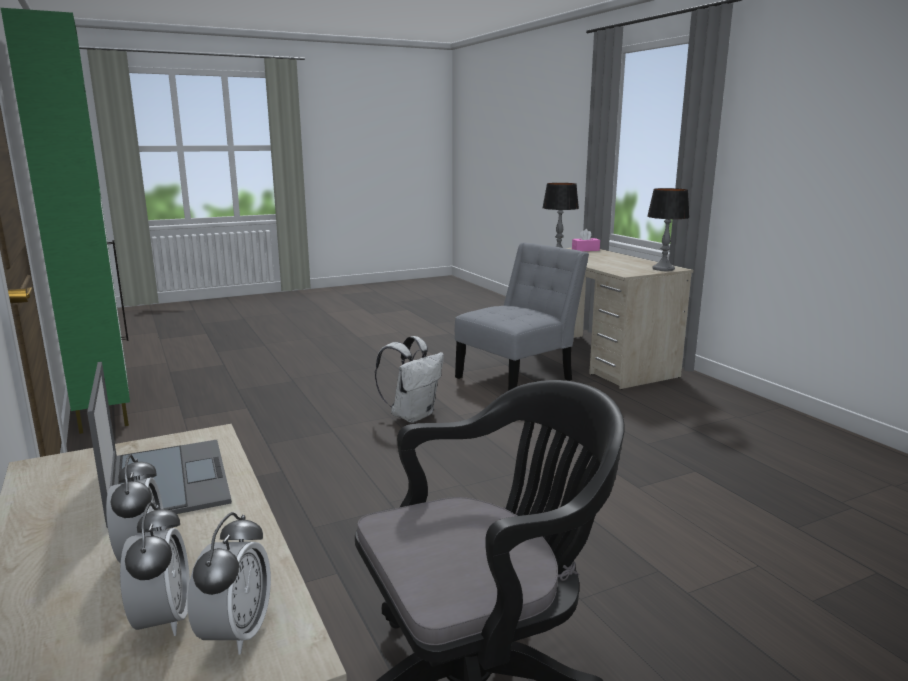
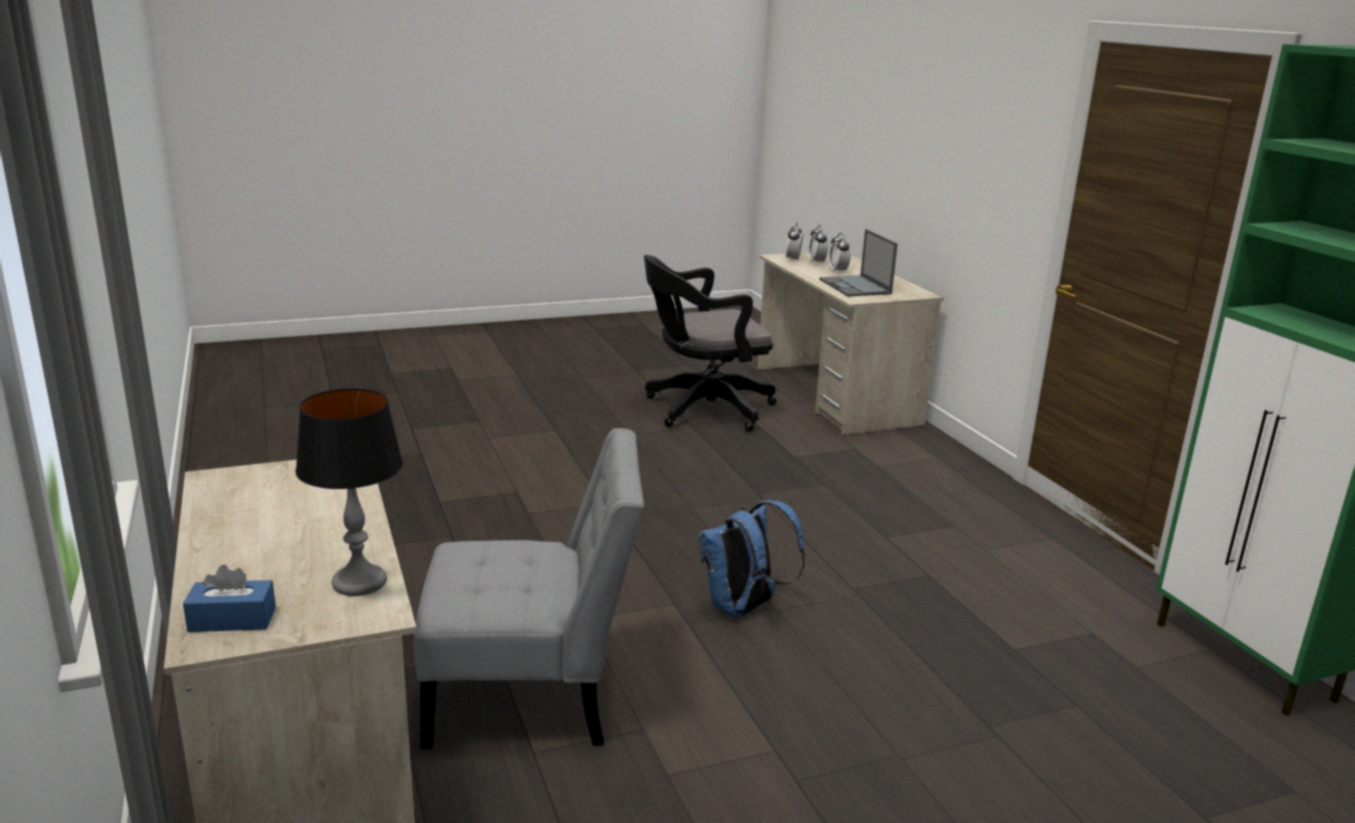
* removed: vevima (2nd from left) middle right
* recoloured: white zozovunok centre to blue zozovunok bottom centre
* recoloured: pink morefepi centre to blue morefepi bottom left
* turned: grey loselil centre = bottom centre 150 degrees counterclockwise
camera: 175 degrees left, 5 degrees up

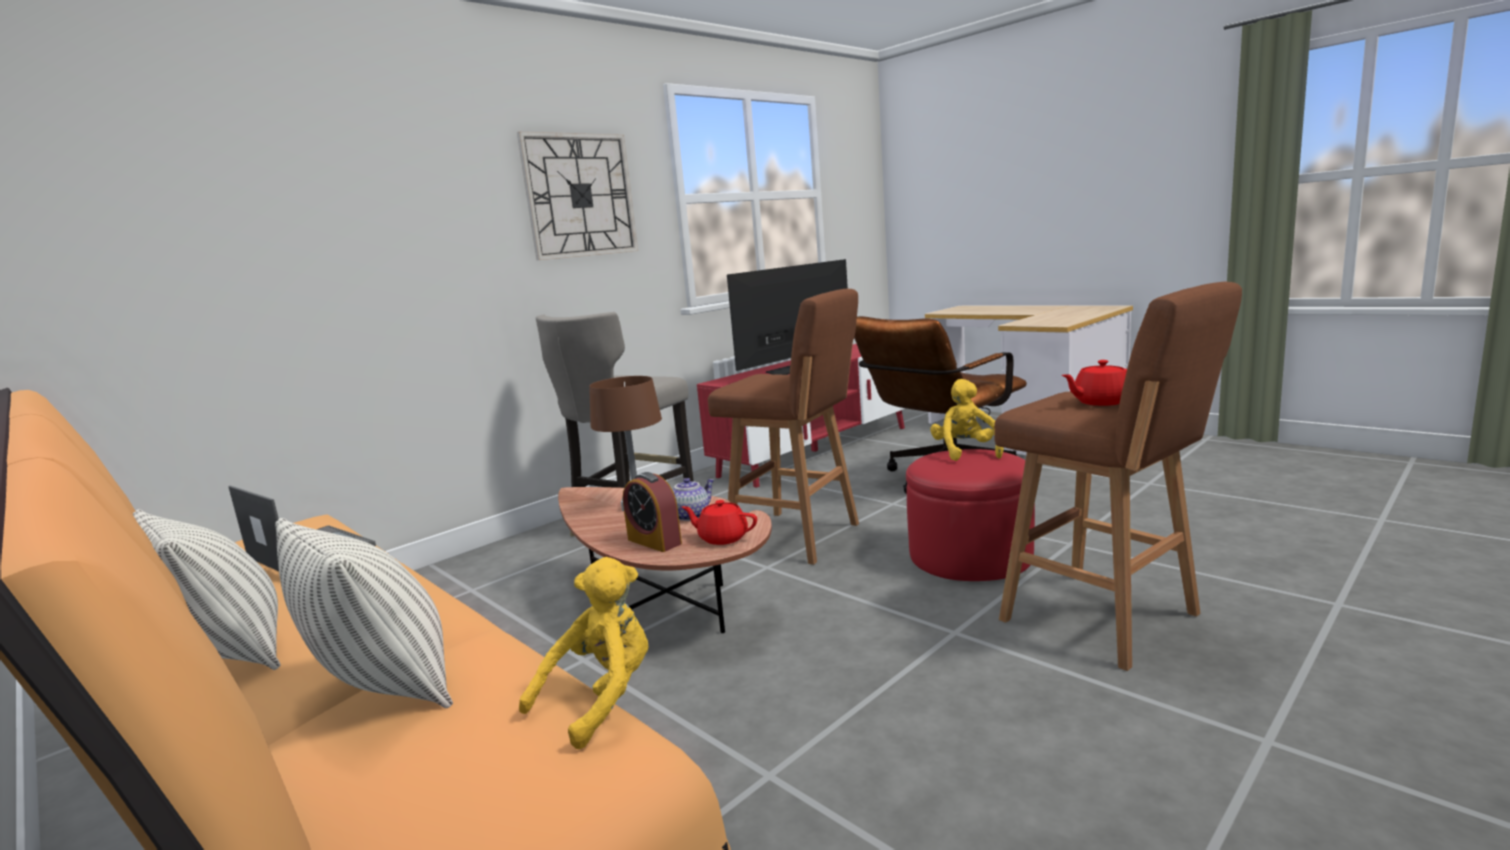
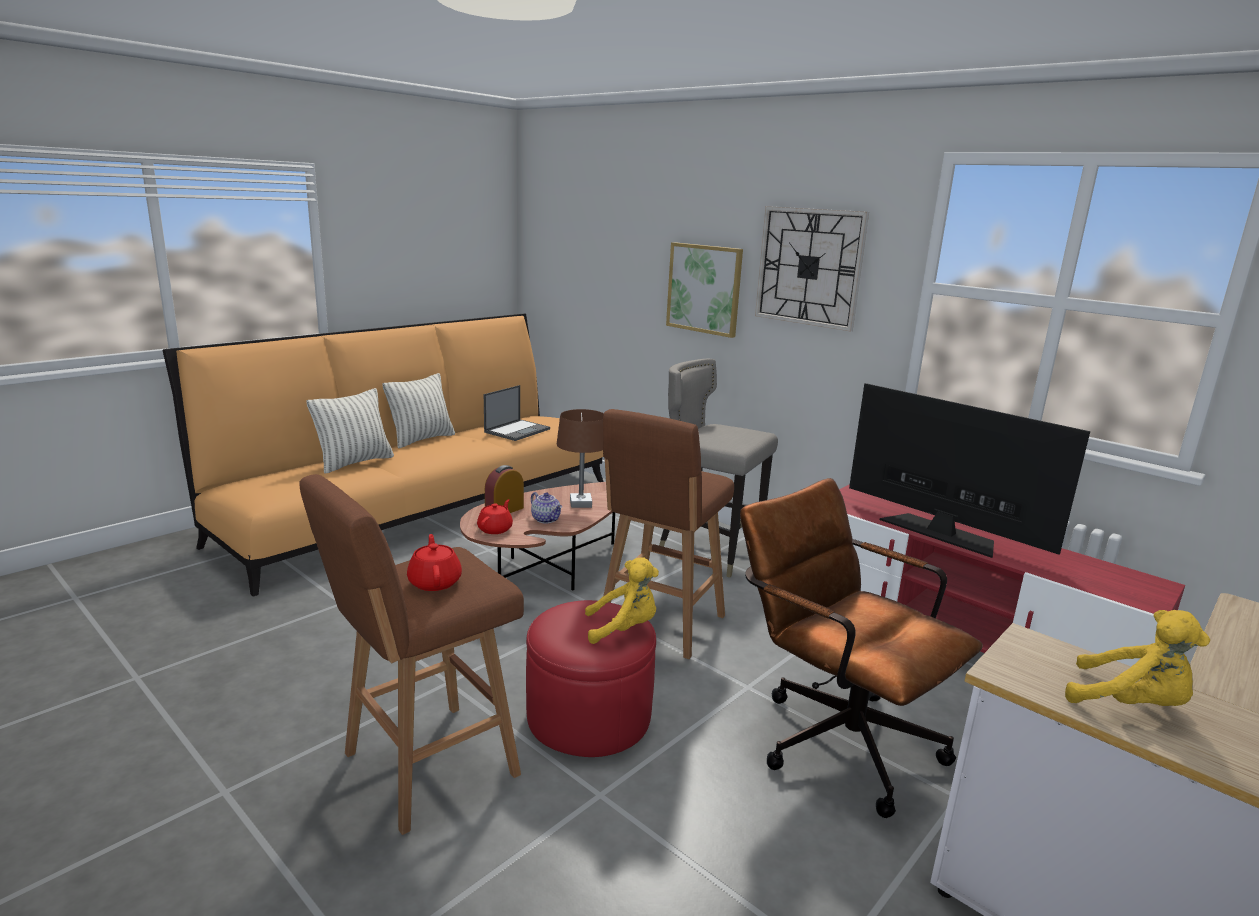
* added: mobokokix top centre
* moved: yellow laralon (1st from left in the first image) bottom centre to yellow laralon (2nd from left) bottom right
camera: 85 degrees right, 5 degrees up

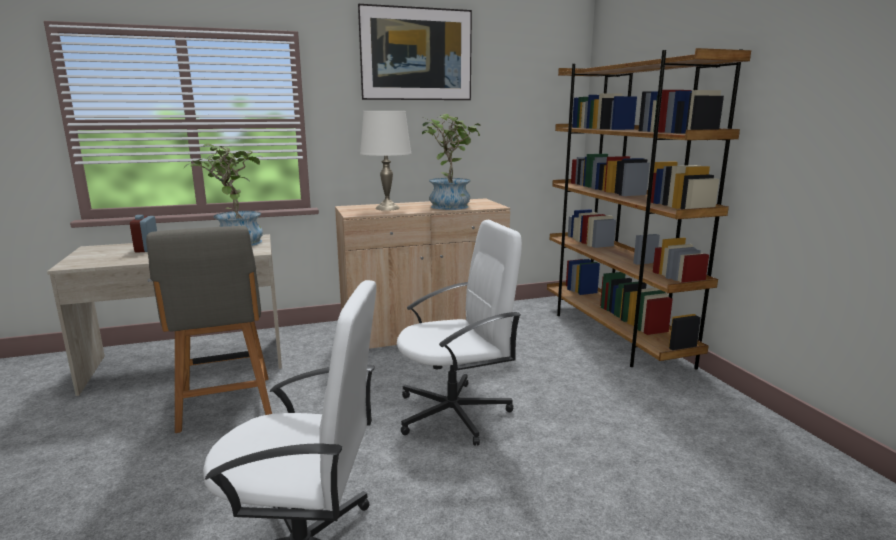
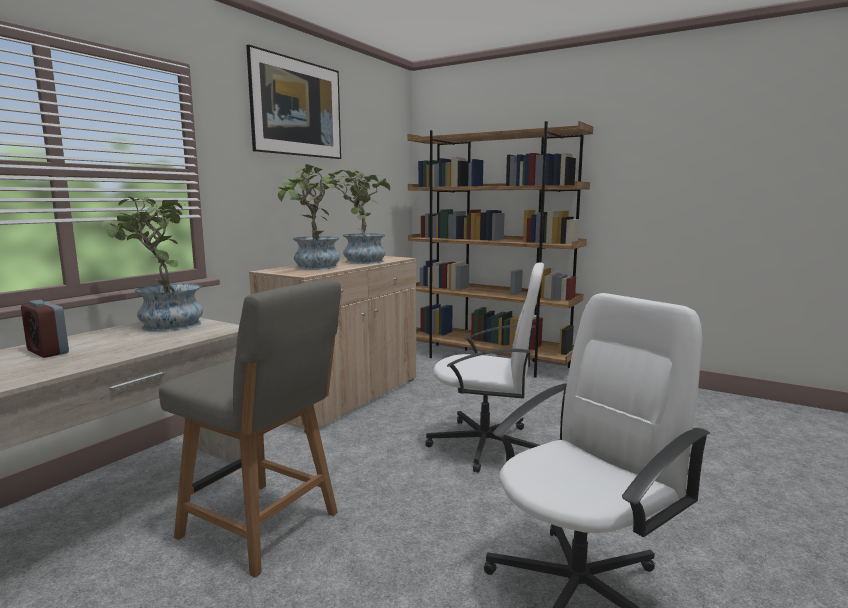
* replaced: white vevima top centre to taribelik (2nd from left) centre
* turned: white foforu (2nd from left in the first image) centre = centre 75 degrees clockwise
camera: 40 degrees left, 5 degrees down

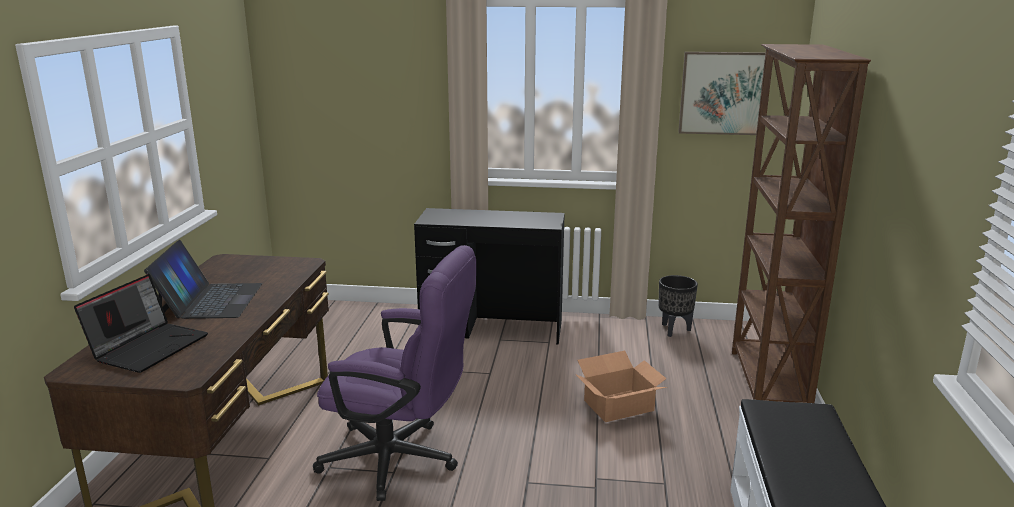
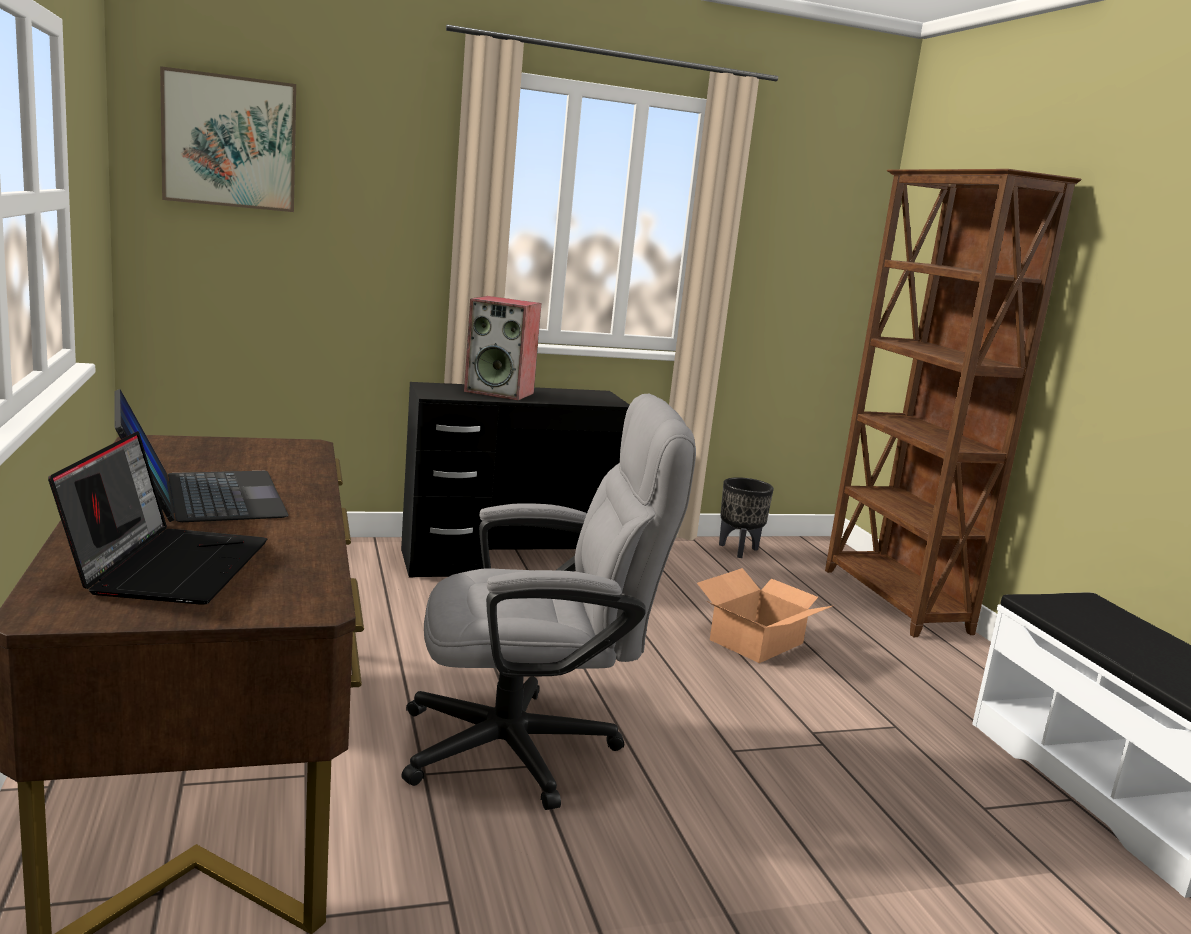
* added: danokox centre
* moved: mobokokix top right to top left
* recoloured: purple foforu bottom centre to grey foforu centre
camera: 25 degrees left, 5 degrees down

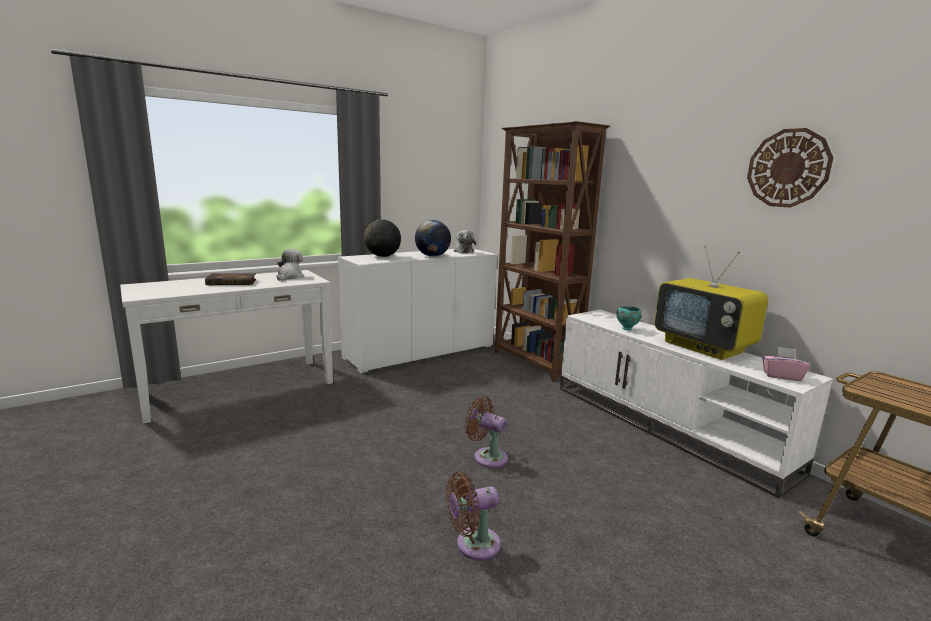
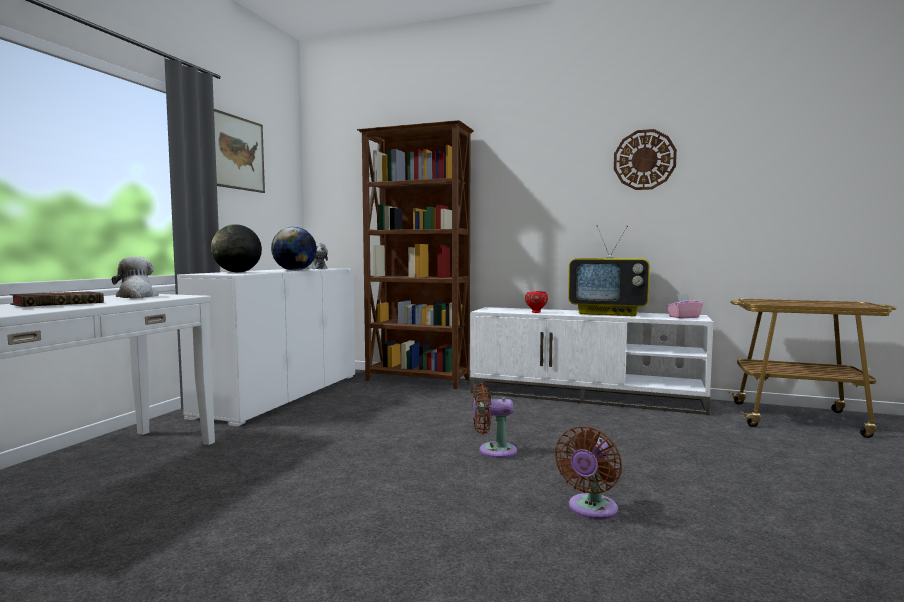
* added: mobokokix top left
* recoloured: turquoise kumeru middle right to red kumeru centre
camera: 35 degrees left, 10 degrees down

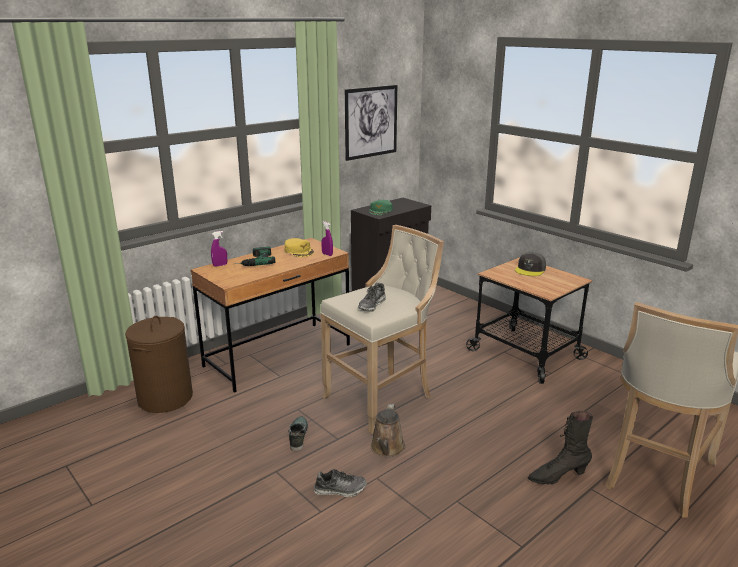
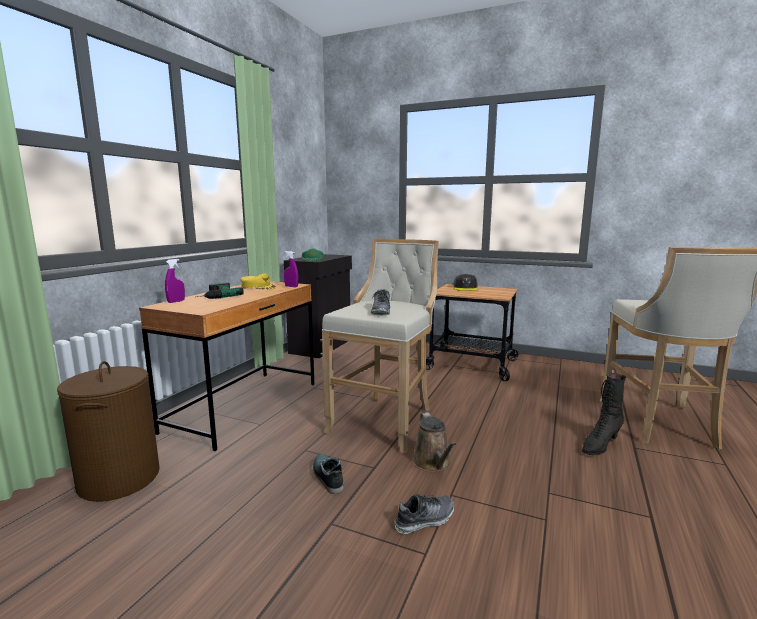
* removed: mobokokix top centre
camera: 25 degrees left, 10 degrees down

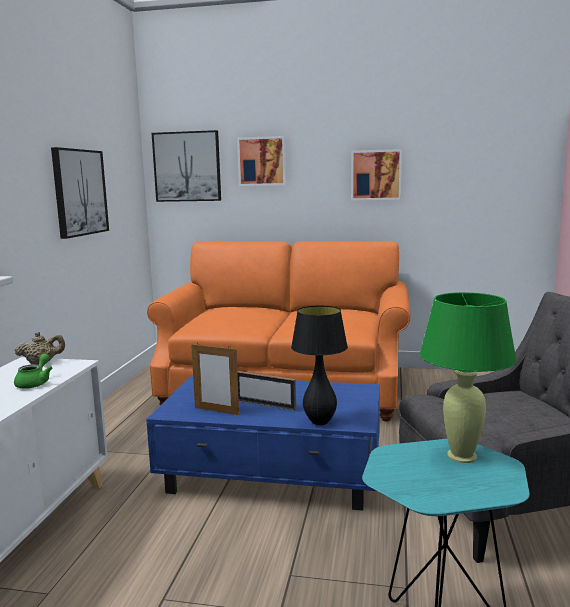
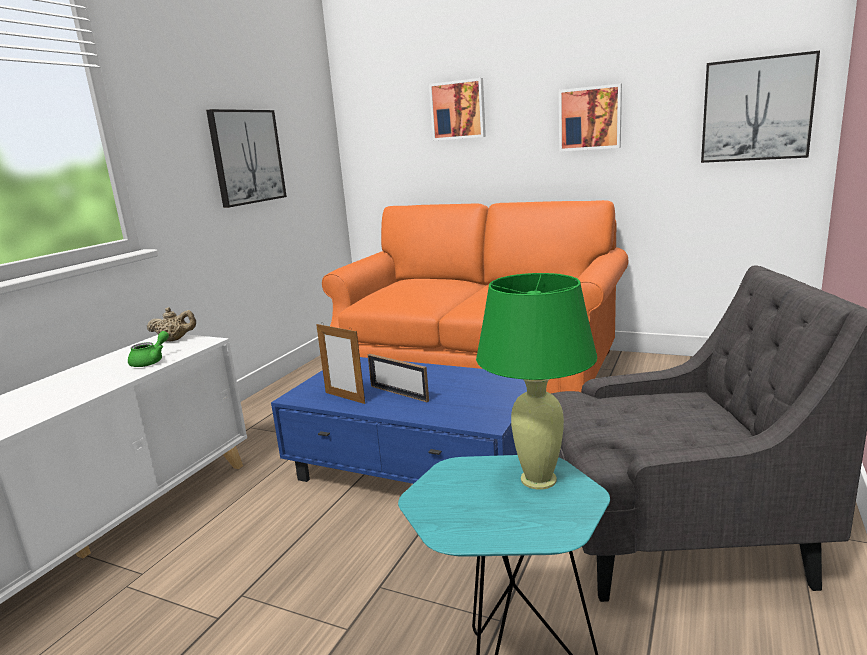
* removed: black vevima centre
* moved: mobokokix (2nd from left in the first image) top left to mobokokix (4th from left) top right
camera: 15 degrees right, 5 degrees up

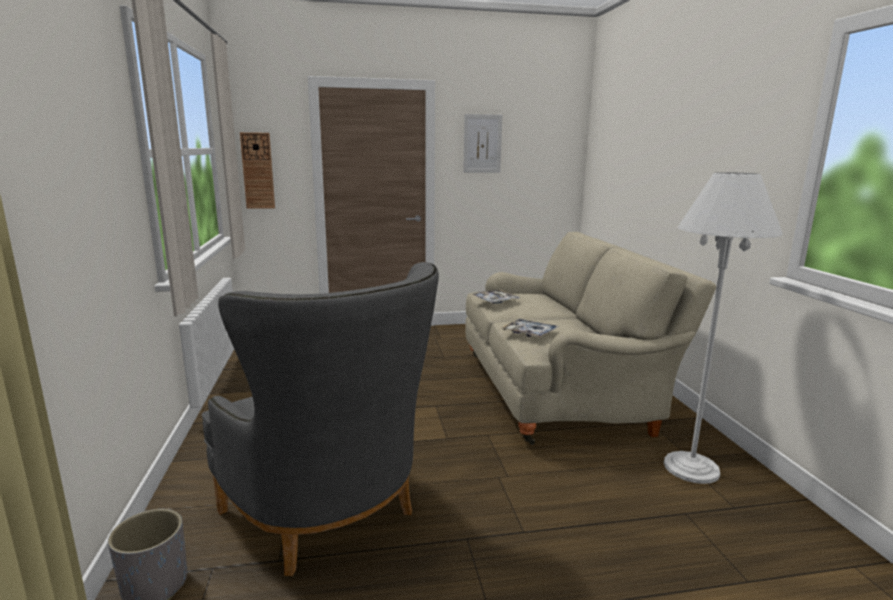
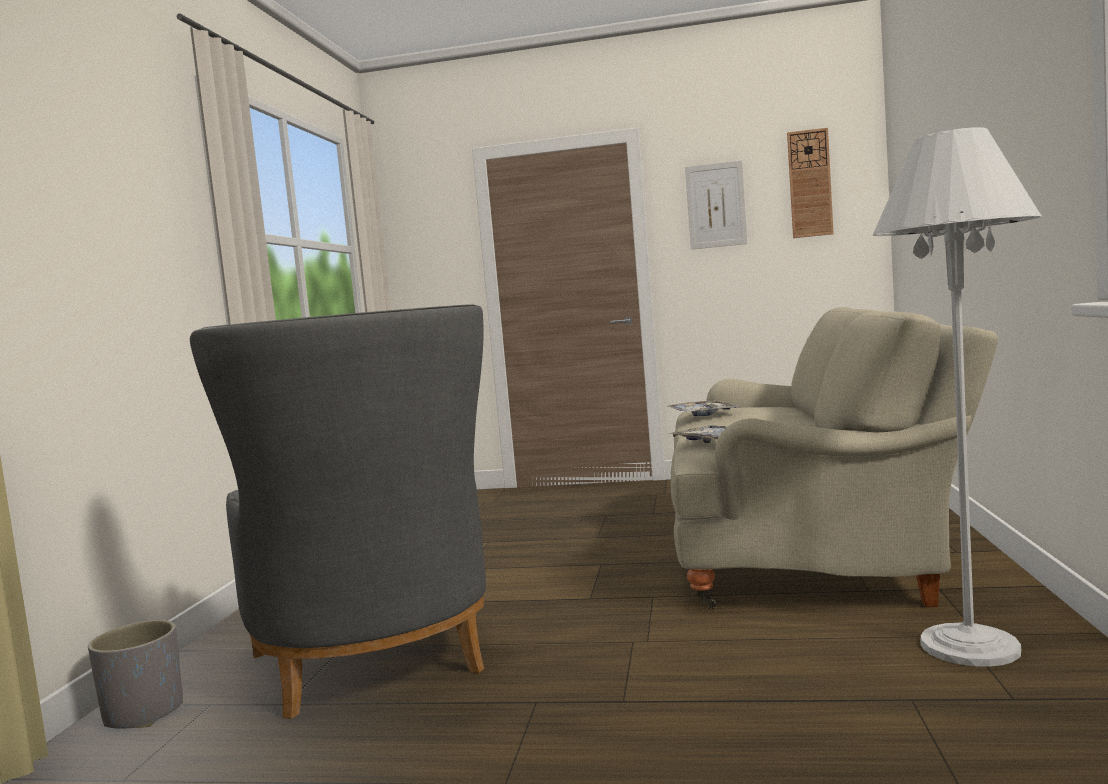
* moved: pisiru top left to top right
camera: 20 degrees right, 10 degrees down

